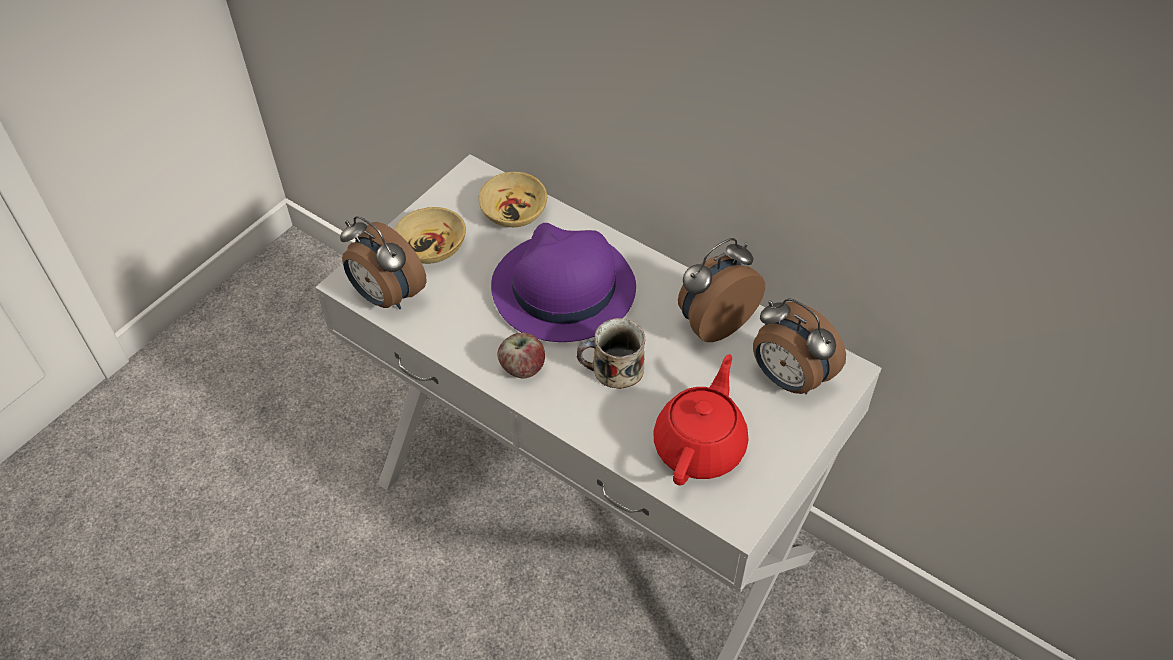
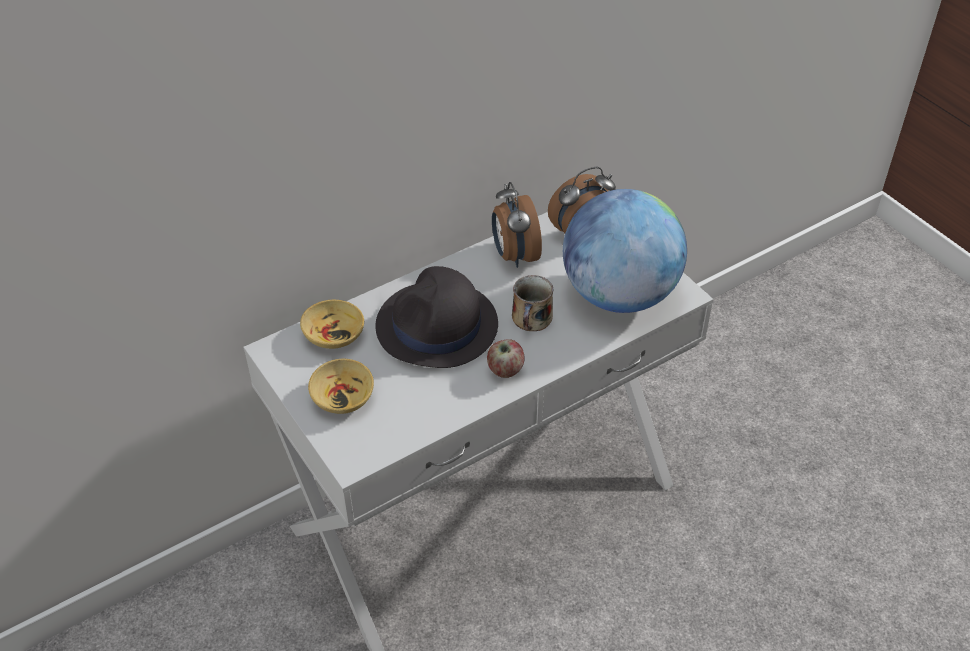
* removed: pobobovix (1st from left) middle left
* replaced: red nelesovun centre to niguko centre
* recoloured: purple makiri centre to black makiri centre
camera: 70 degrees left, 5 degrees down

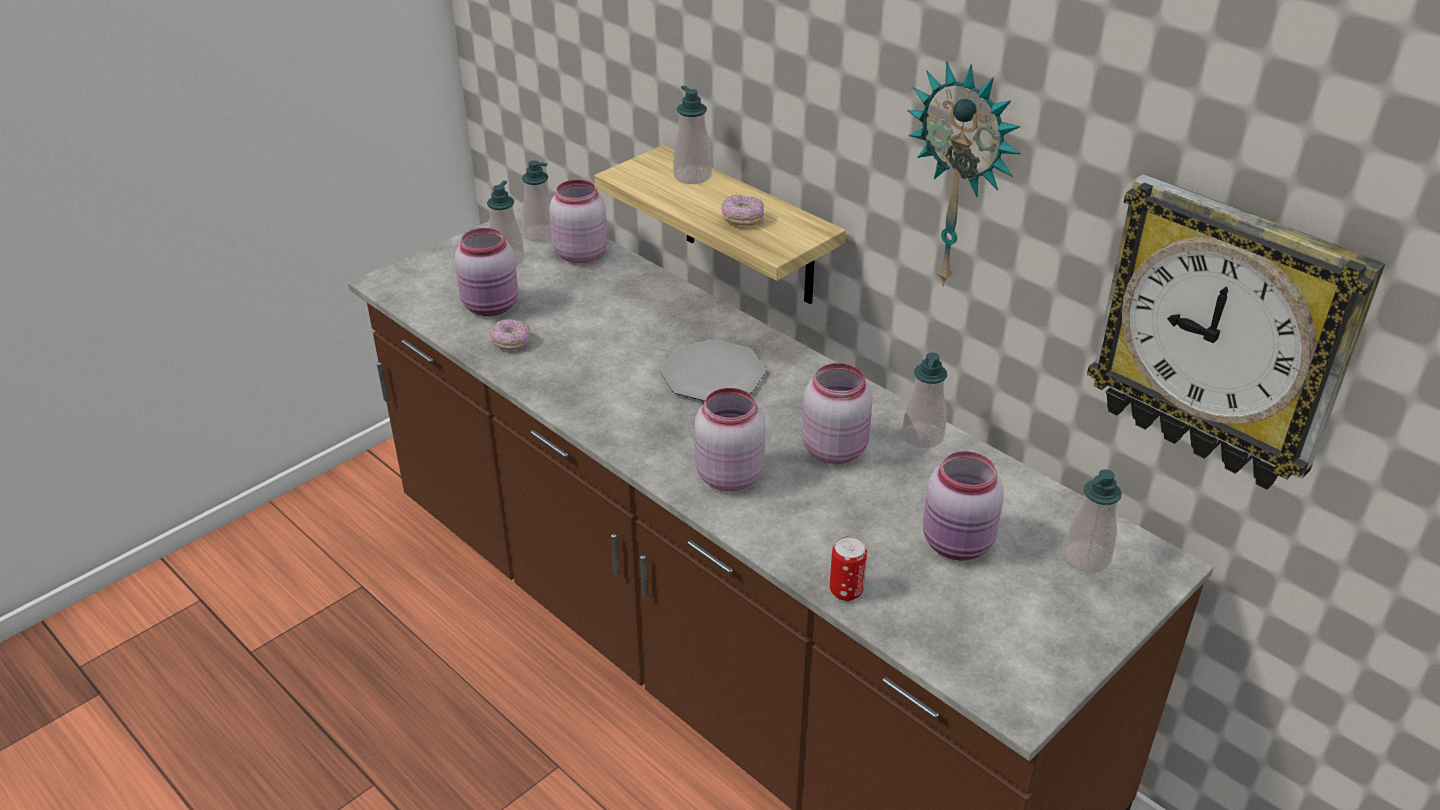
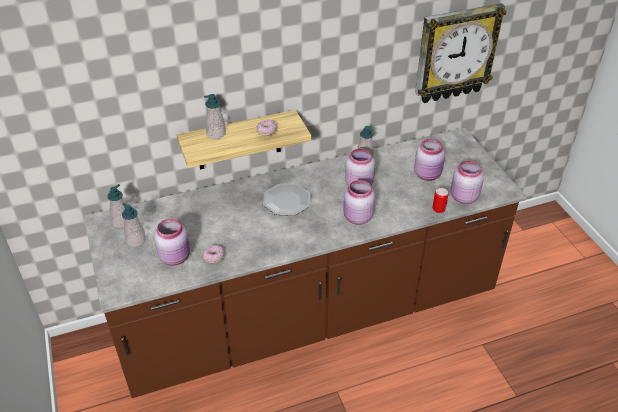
* removed: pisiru (1st from left) top right
* removed: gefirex (5th from left) middle right
* moved: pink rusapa (2nd from left in the first image) top centre to pink rusapa (5th from left) middle right
camera: 65 degrees left, 5 degrees up

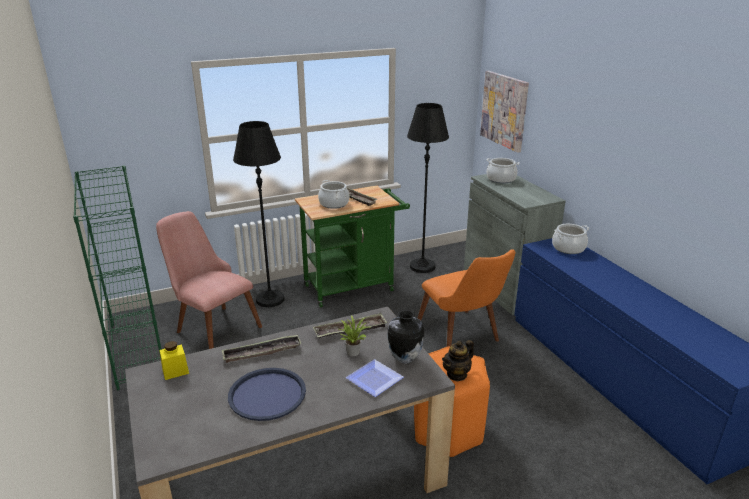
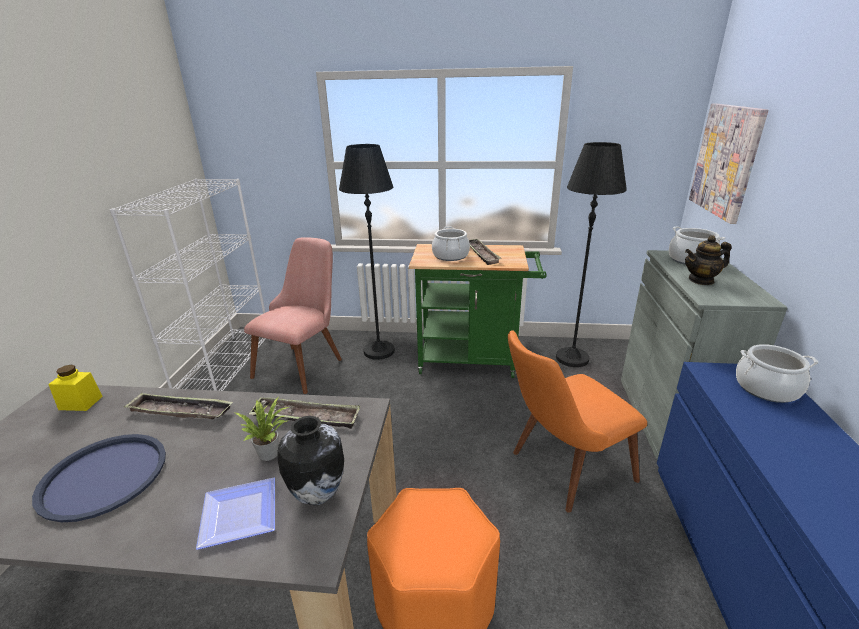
* moved: nelesovun bottom centre to middle right
* recoloured: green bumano middle left to white bumano middle left
* turned: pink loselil middle left = centre 45 degrees clockwise
* turned: orange loselil centre = bottom right 60 degrees clockwise
camera: 30 degrees right, 0 degrees up

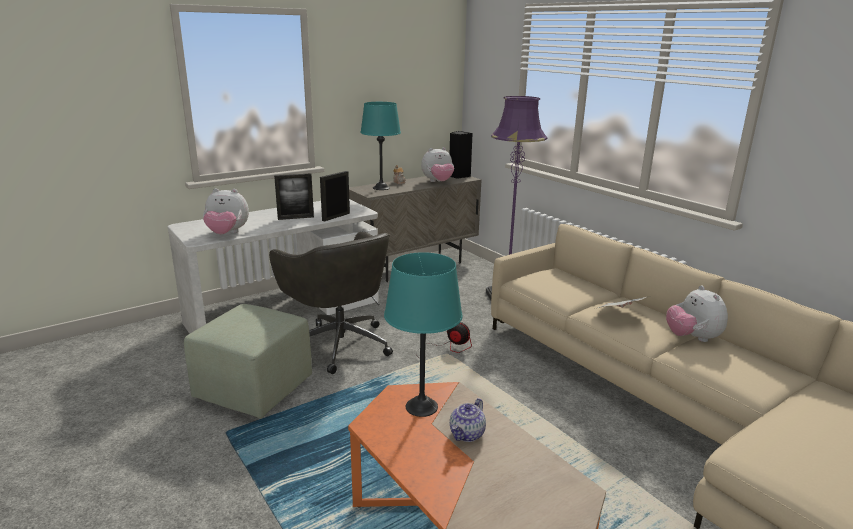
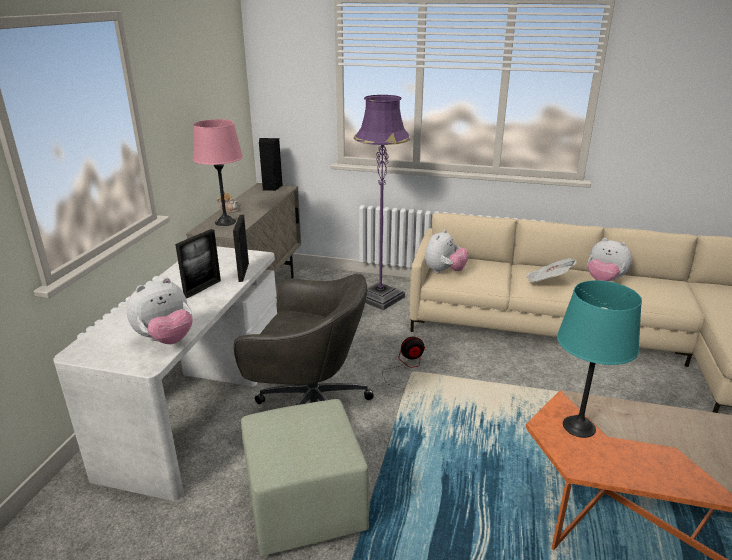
* removed: nelesovun (2nd from left) bottom centre
* moved: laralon (2nd from left) top centre to centre
* recoloured: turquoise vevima (1st from left) top centre to pink vevima top left
camera: 40 degrees left, 5 degrees up

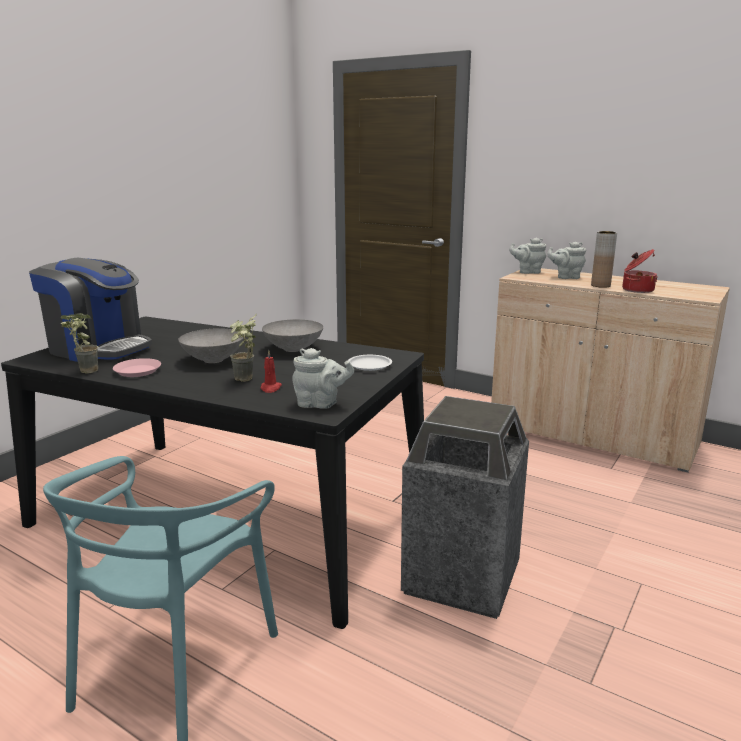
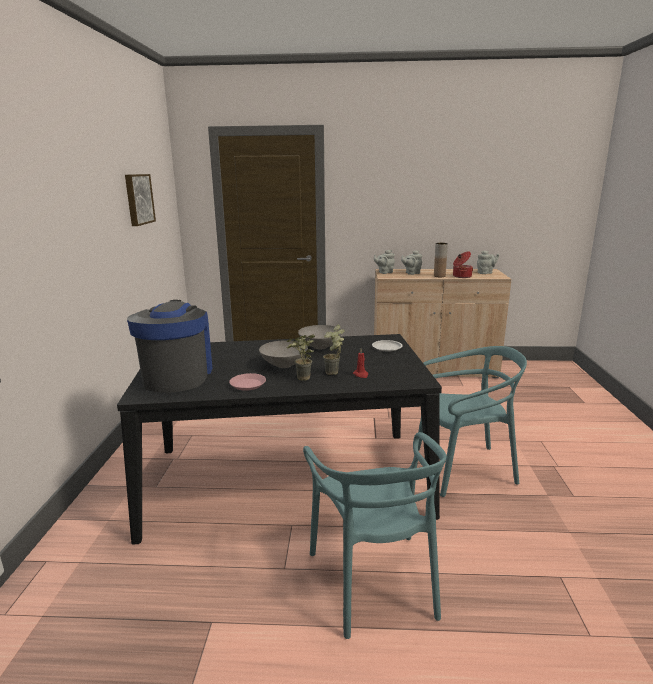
* added: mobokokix top left
* moved: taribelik (1st from left) middle left to centre
* moved: grey nelesovun (1st from left in the first image) centre to grey nelesovun (3rd from left) middle right
* replaced: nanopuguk bottom centre to turquoise loselil (2nd from left) middle right
* turned: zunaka middle left = middle left 90 degrees counterclockwise
camera: 30 degrees left, 0 degrees up

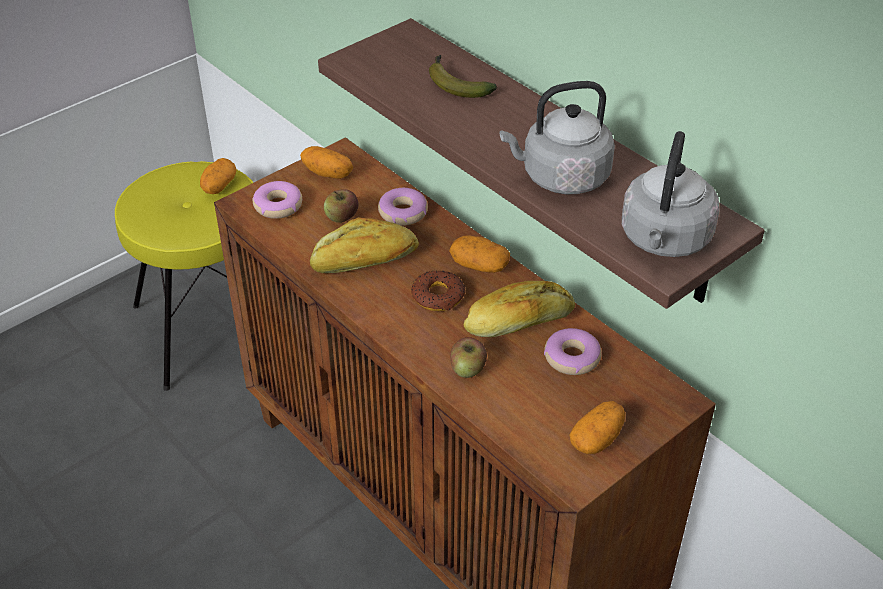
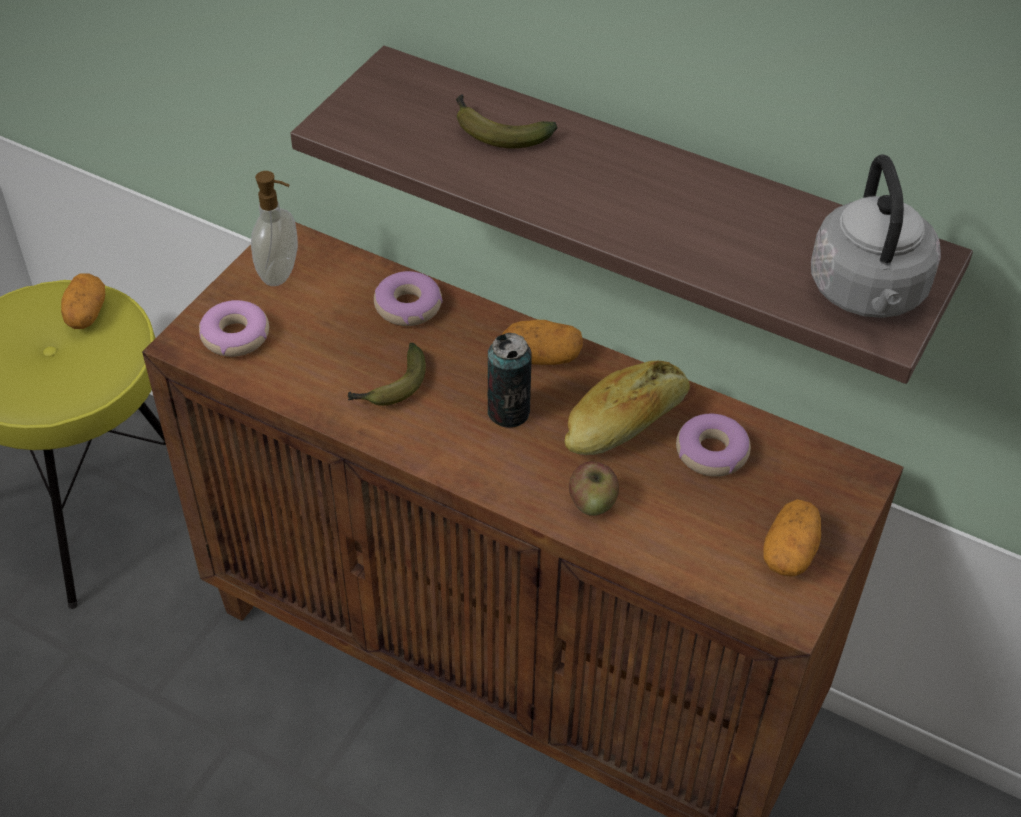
* removed: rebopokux (1st from left) centre
* removed: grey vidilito (1st from left) top centre
* replaced: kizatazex (2nd from left) top centre to gefirex top left
* replaced: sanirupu (1st from left) centre to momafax (1st from left) centre
* replaced: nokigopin (3rd from left) centre to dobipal centre
camera: 20 degrees left, 5 degrees up

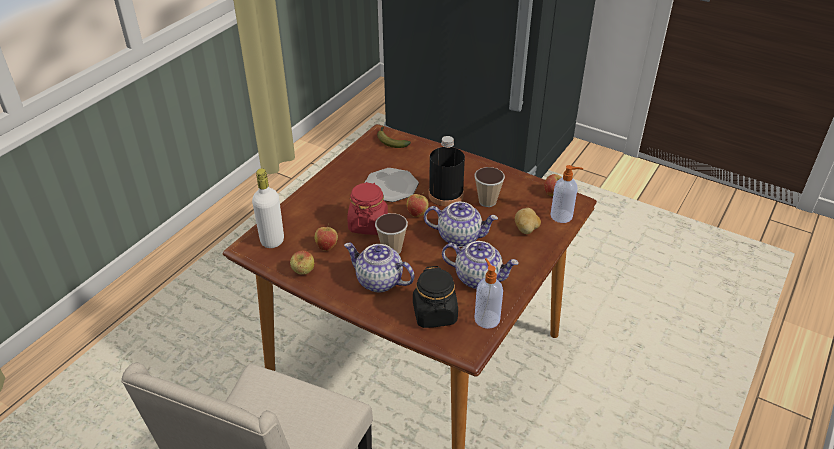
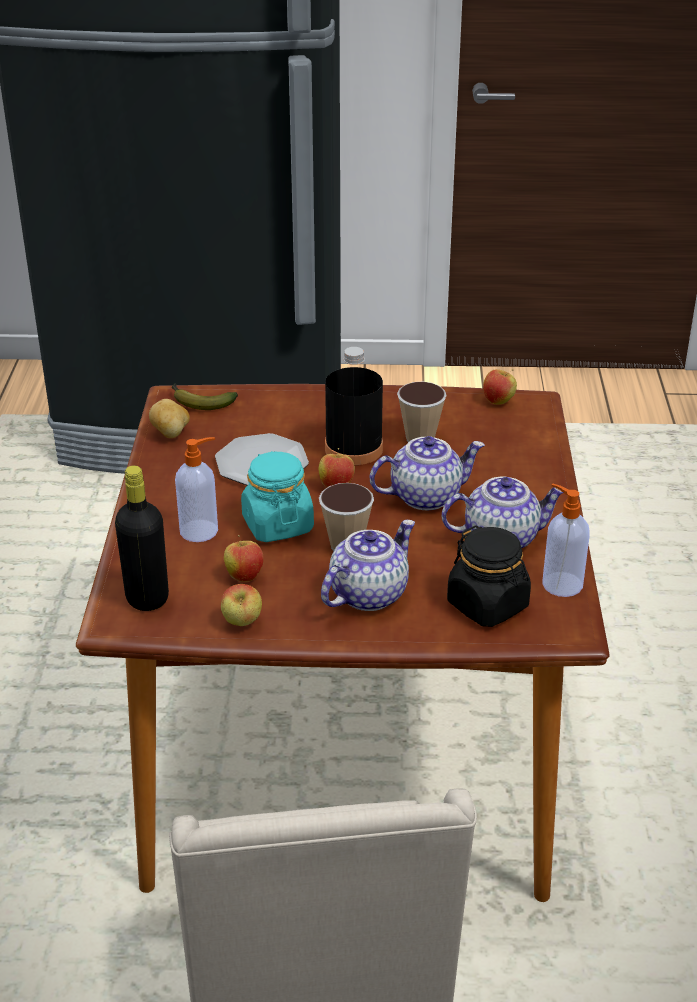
* moved: kizatazex centre to middle left
* moved: gefirex (2nd from left in the first image) middle right to gefirex (1st from left) middle left
* recoloured: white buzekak middle left to black buzekak (1st from left) middle left
* recoloured: red rusapa centre to turquoise rusapa centre
* turned: nelesovun (1st from left) centre = centre 135 degrees clockwise
camera: 30 degrees left, 5 degrees down

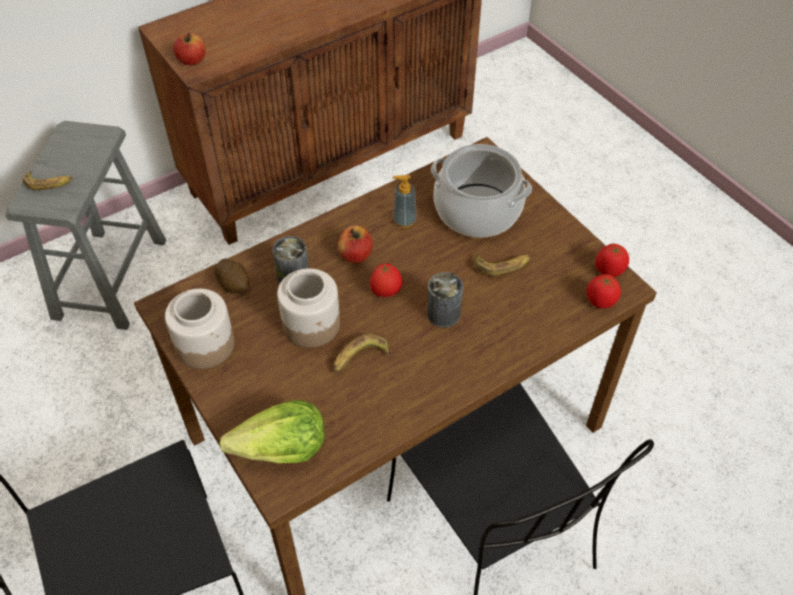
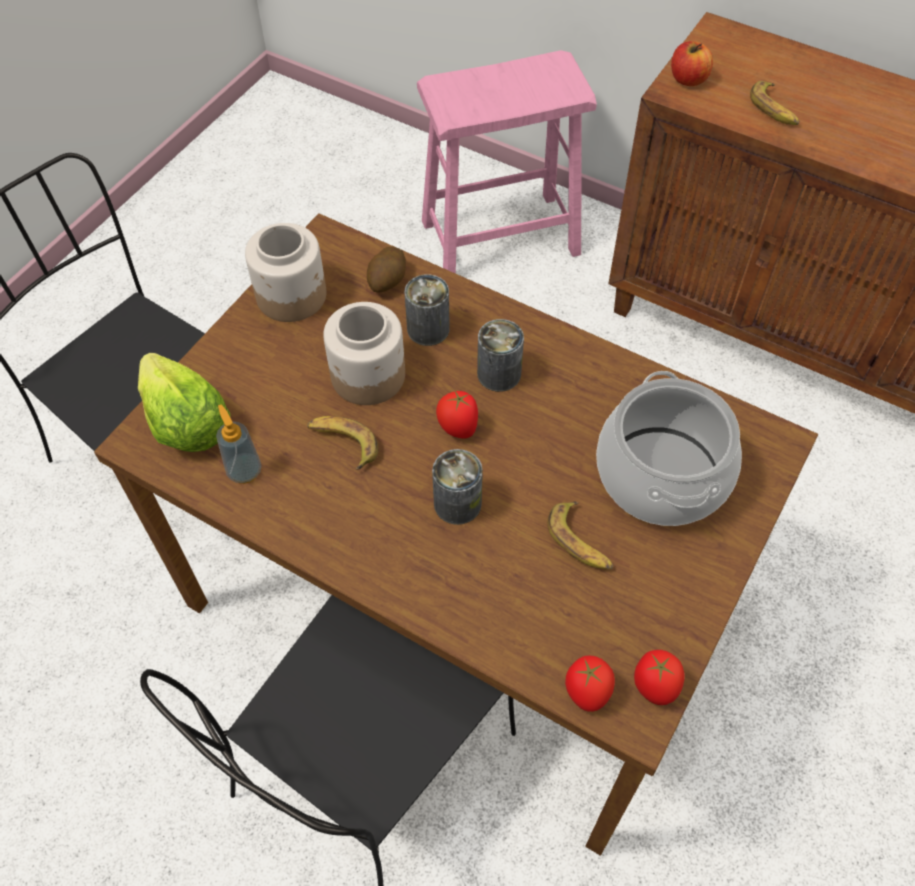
* moved: momafax (1st from left in the first image) top left to momafax (3rd from left) top right
* moved: gefirex centre to middle left
* replaced: rebopokux (2nd from left) centre to dobipal (3rd from left) centre
* recoloured: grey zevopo middle left to pink zevopo top centre
camera: 65 degrees right, 5 degrees up

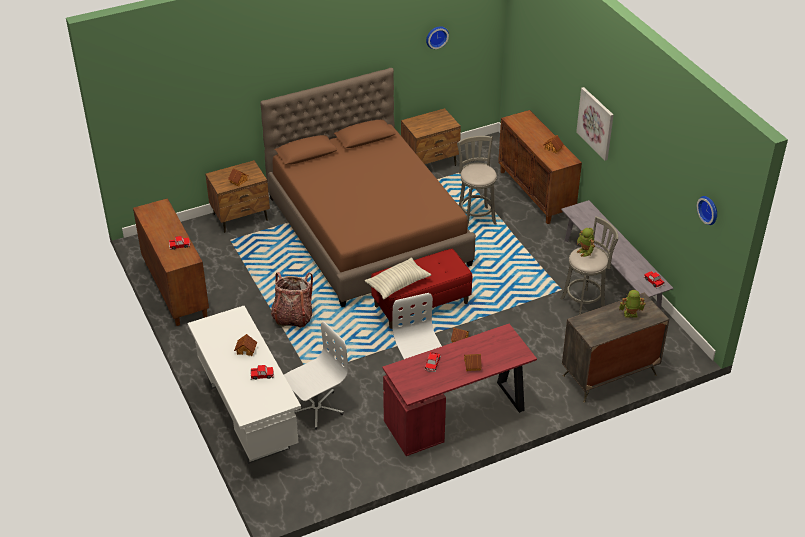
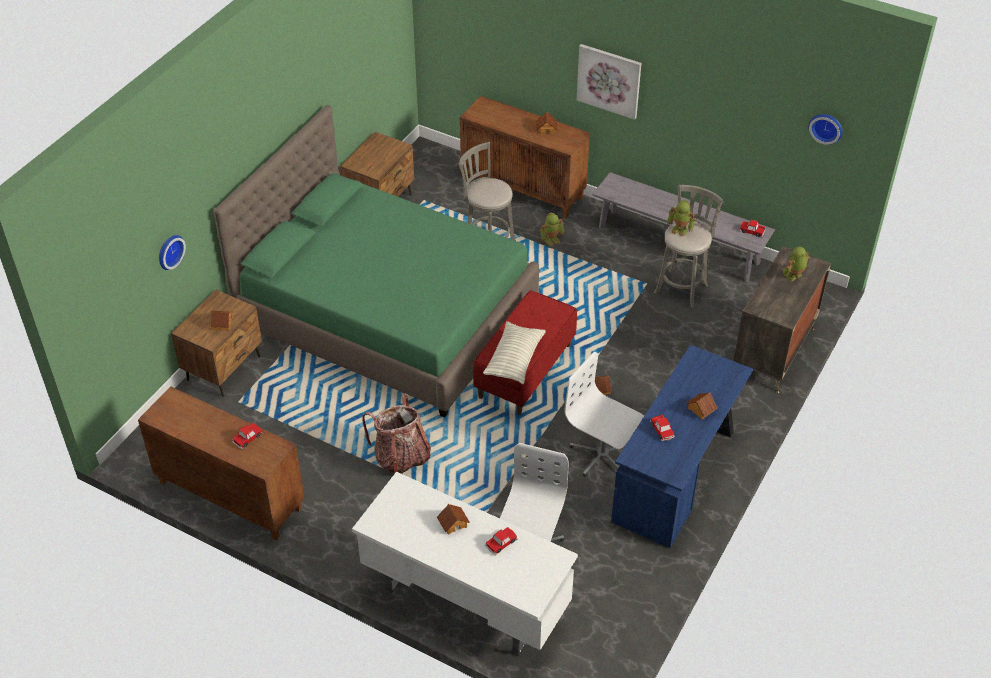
* added: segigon (1st from left) centre
* moved: pisiru (1st from left) top centre to middle left
* recoloured: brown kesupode centre to green kesupode centre
* recoloured: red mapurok bottom centre to blue mapurok middle right
camera: 35 degrees left, 5 degrees up

